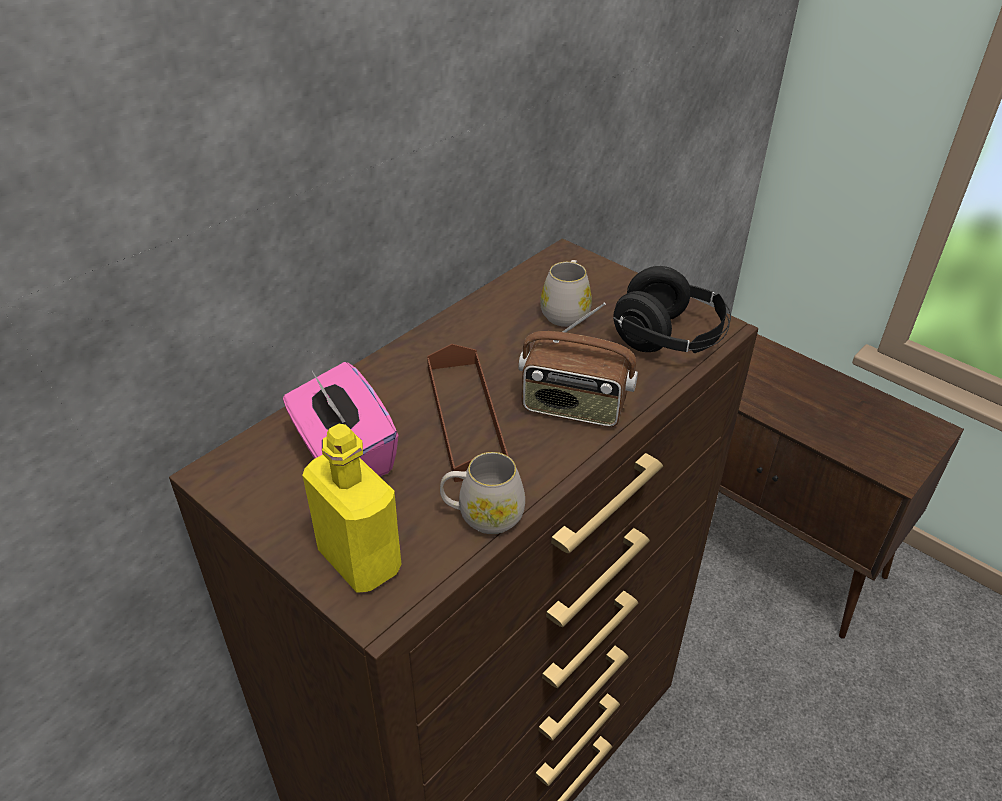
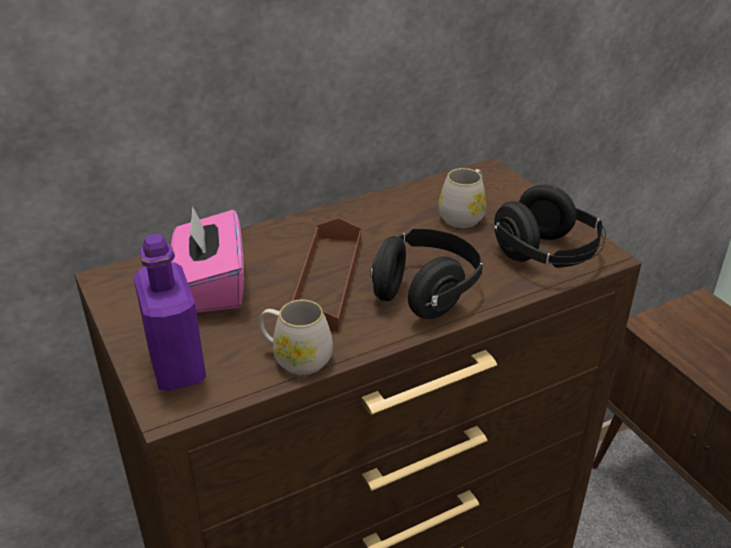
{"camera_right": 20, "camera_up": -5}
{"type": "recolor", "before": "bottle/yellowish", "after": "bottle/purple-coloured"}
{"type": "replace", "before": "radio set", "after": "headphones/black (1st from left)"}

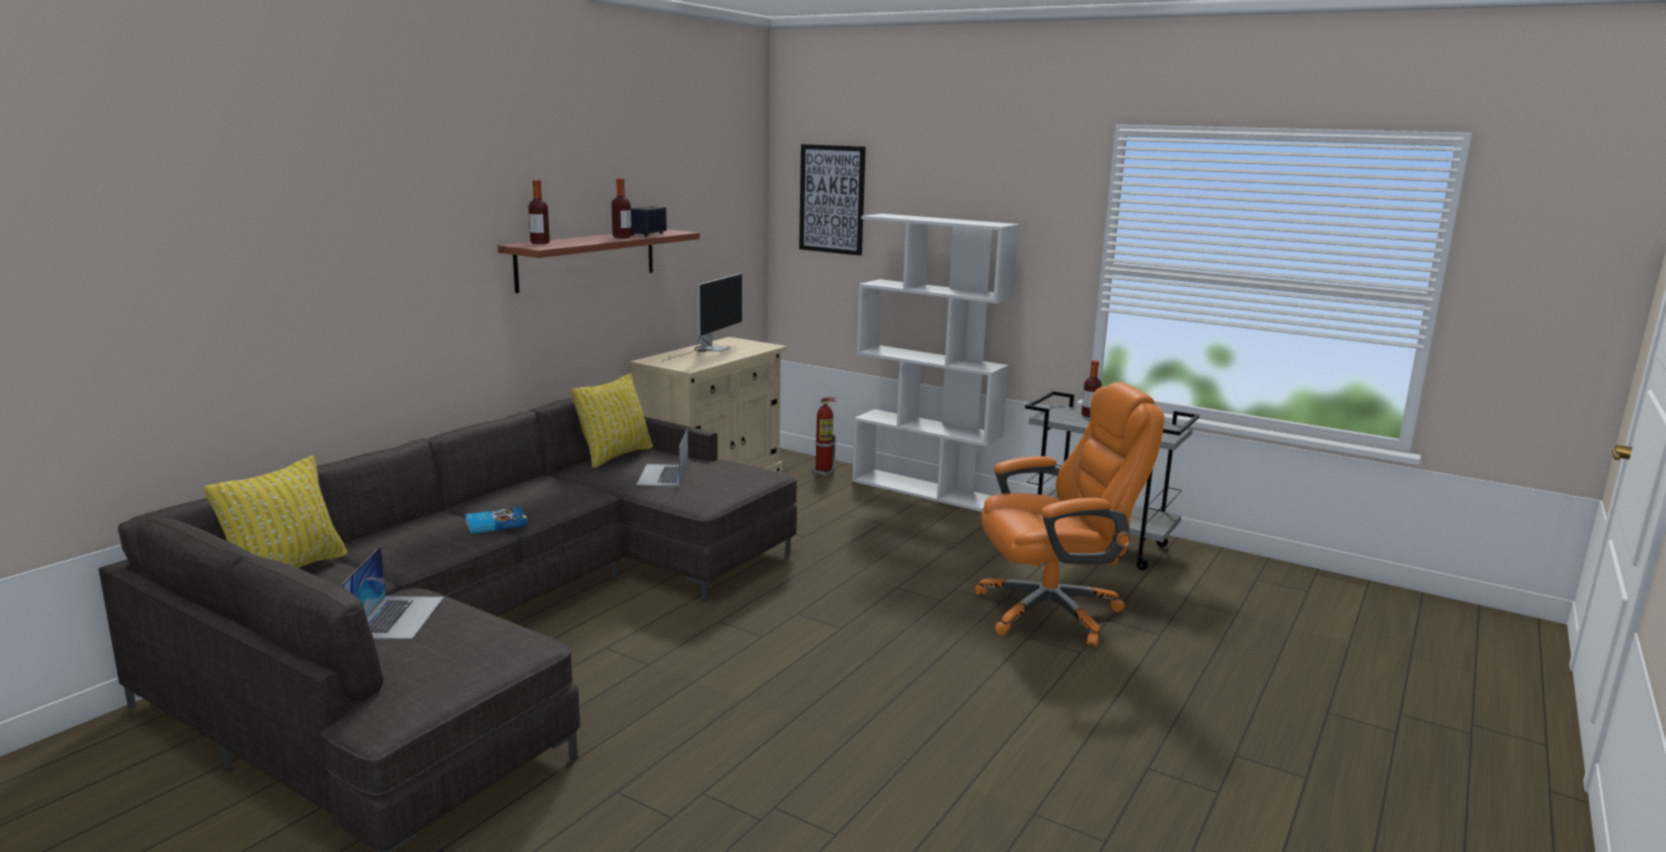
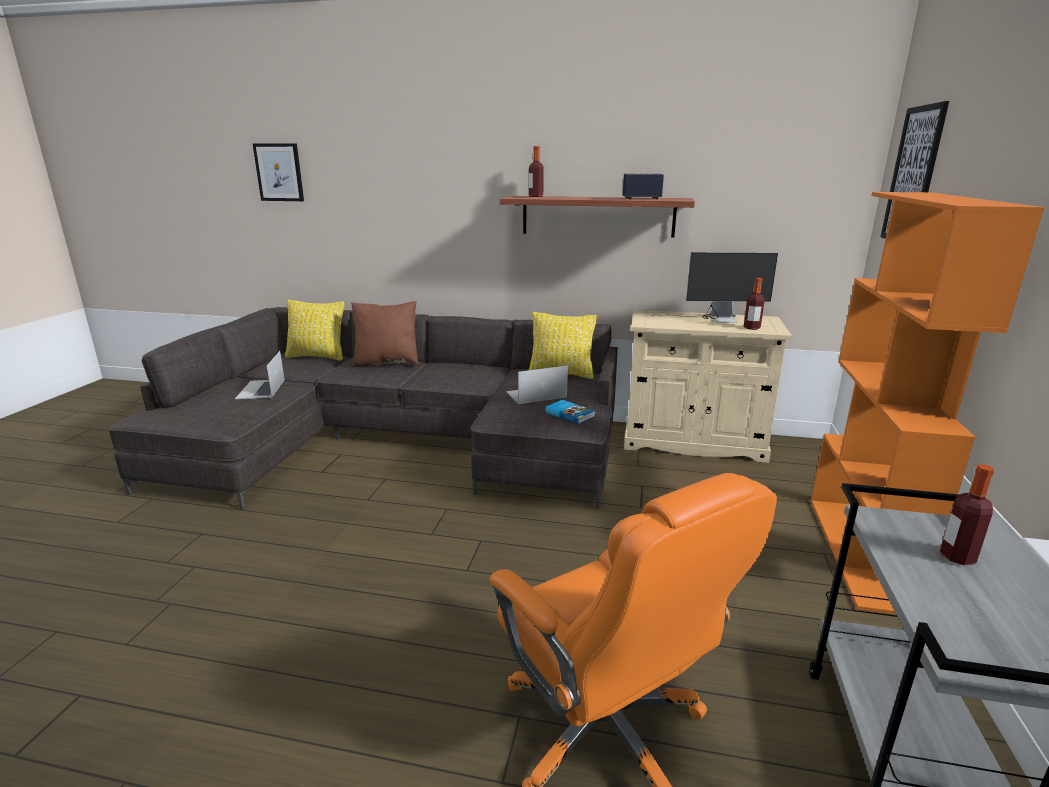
{"camera_right": 70, "camera_up": 5}
{"type": "rotate", "before": "portable computer (1st from left)", "turn": 105}
{"type": "insert", "after": "picture (1st from left)"}
{"type": "insert", "after": "cushion/brown-coloured"}
{"type": "move", "before": "bound book"}
{"type": "move", "before": "bottle (2nd from left)"}
{"type": "recolor", "before": "bookshelf/white", "after": "bookshelf/orange"}
{"type": "delete", "before": "extinguisher"}

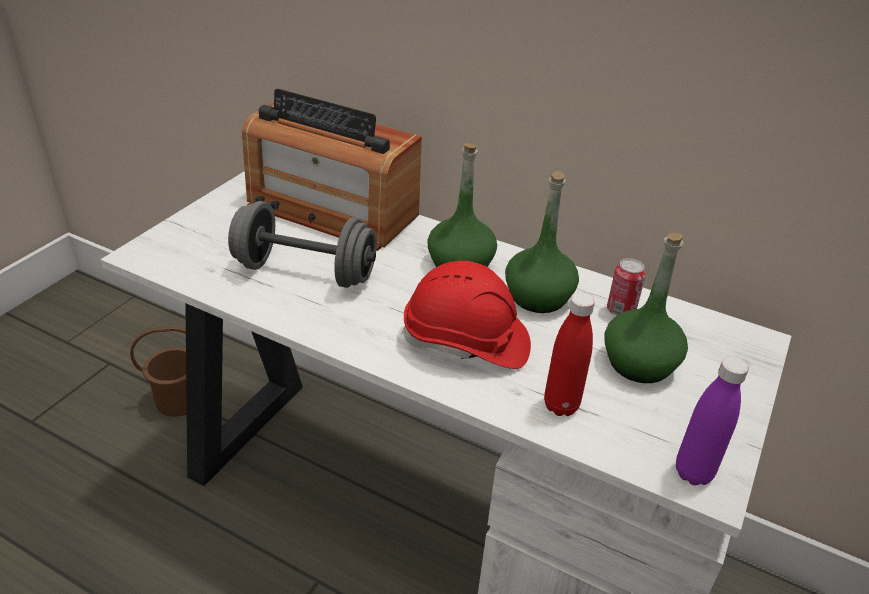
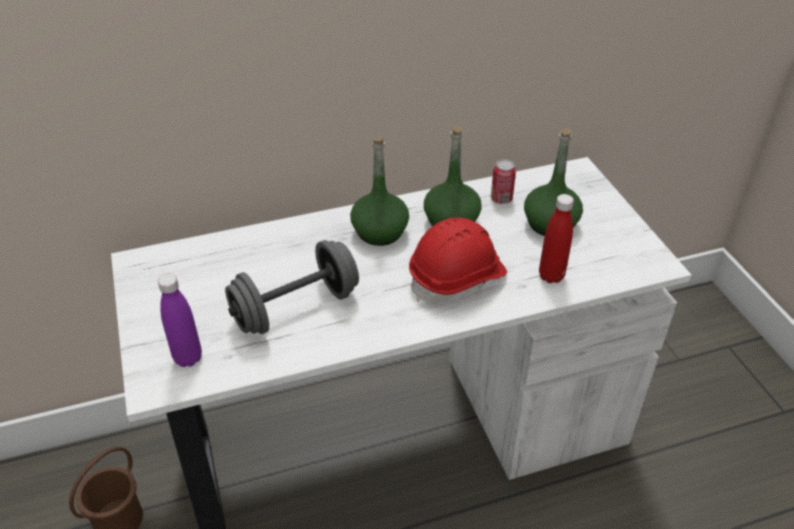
{"camera_right": -45, "camera_up": 5}
{"type": "move", "before": "bottle/purple-coloured"}
{"type": "delete", "before": "radio set"}

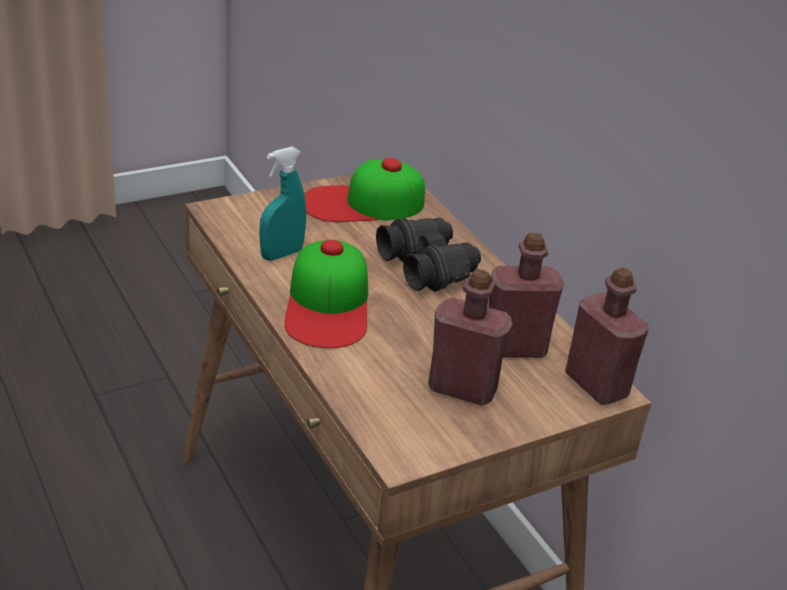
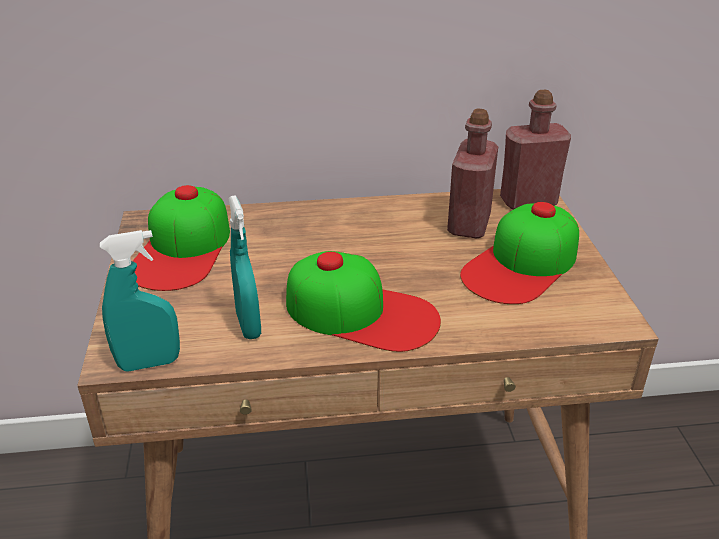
{"camera_right": -65, "camera_up": 0}
{"type": "insert", "after": "sprayer/turquoise-coloured (1st from left)"}
{"type": "replace", "before": "bottle/reddish (1st from left)", "after": "cap (3rd from left)"}
{"type": "delete", "before": "field glasses/black"}

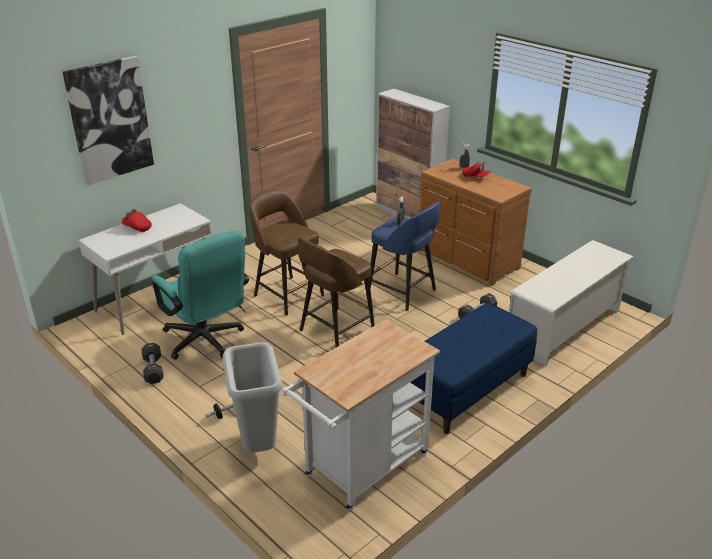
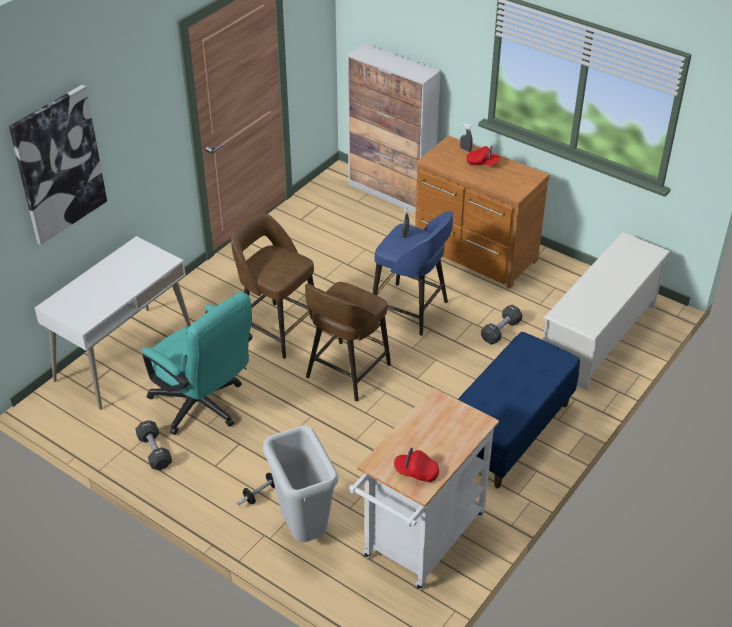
{"camera_right": -10, "camera_up": 10}
{"type": "move", "before": "cap/reddish (1st from left)"}

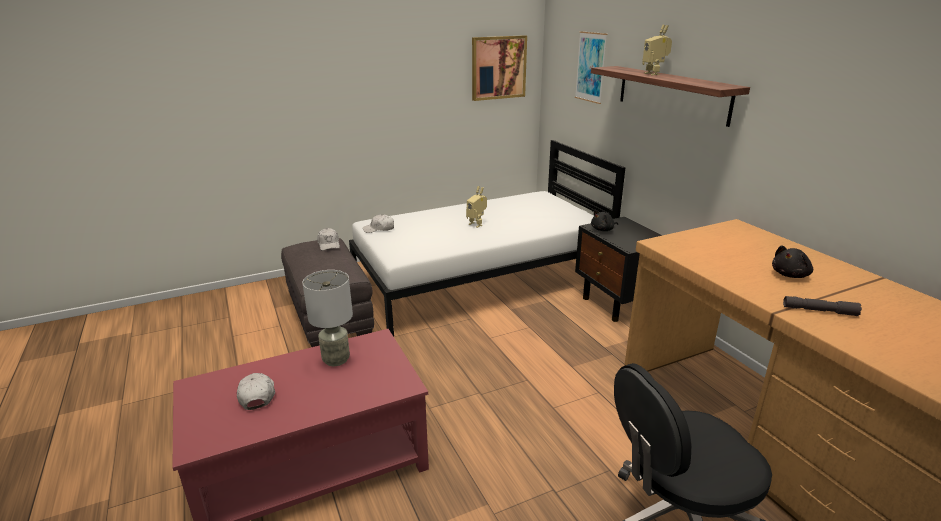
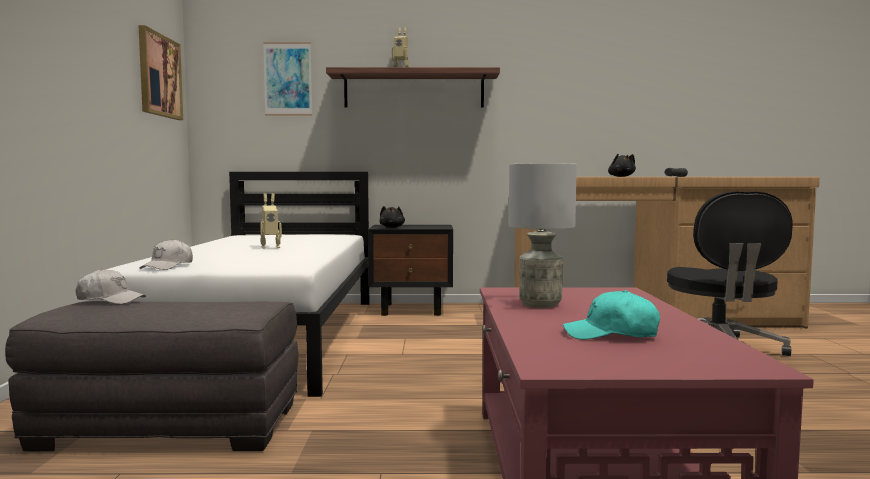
{"camera_right": -65, "camera_up": -20}
{"type": "recolor", "before": "cap/white (1st from left)", "after": "cap/turquoise-coloured"}

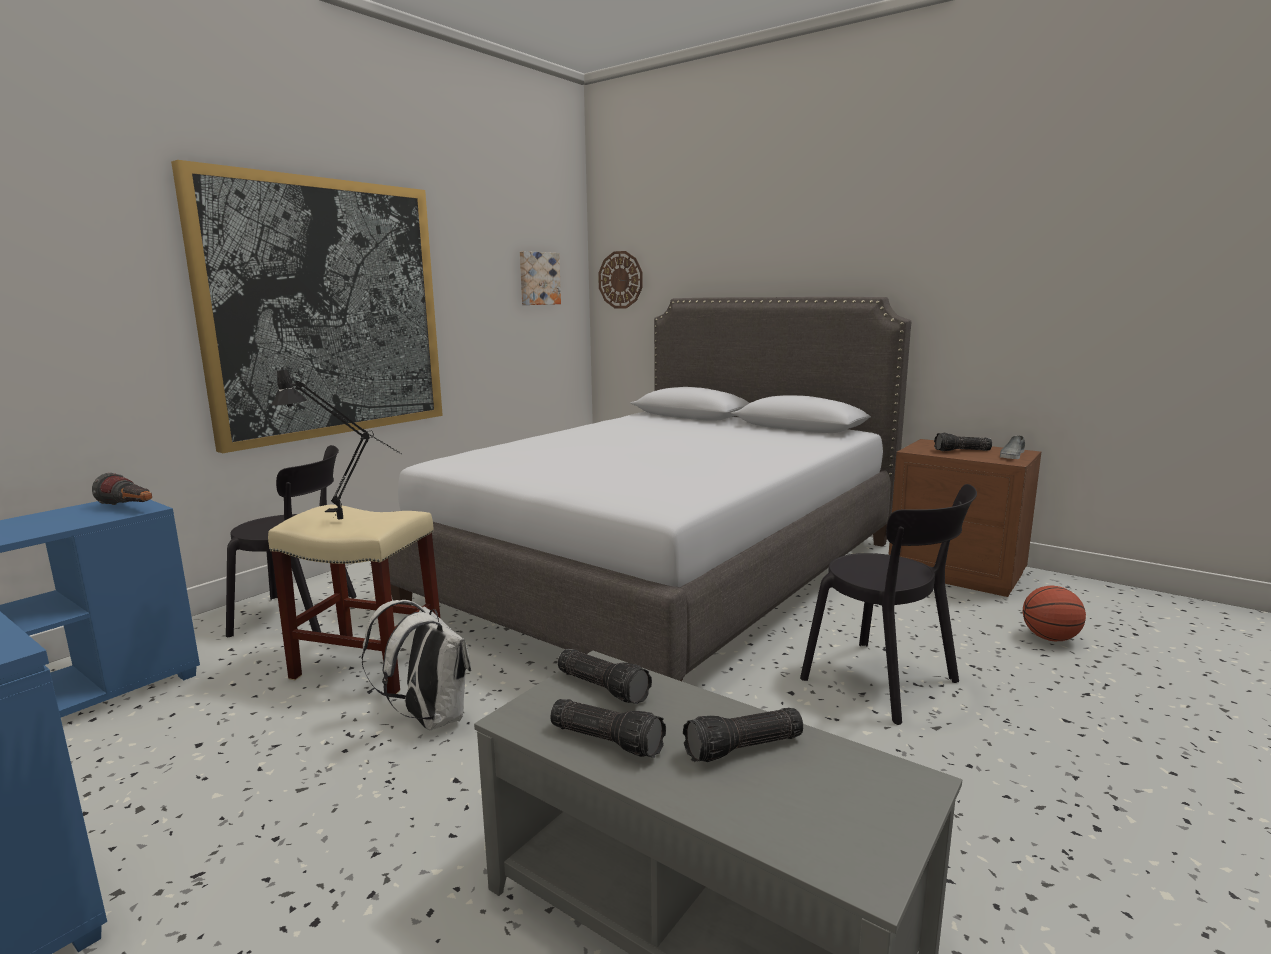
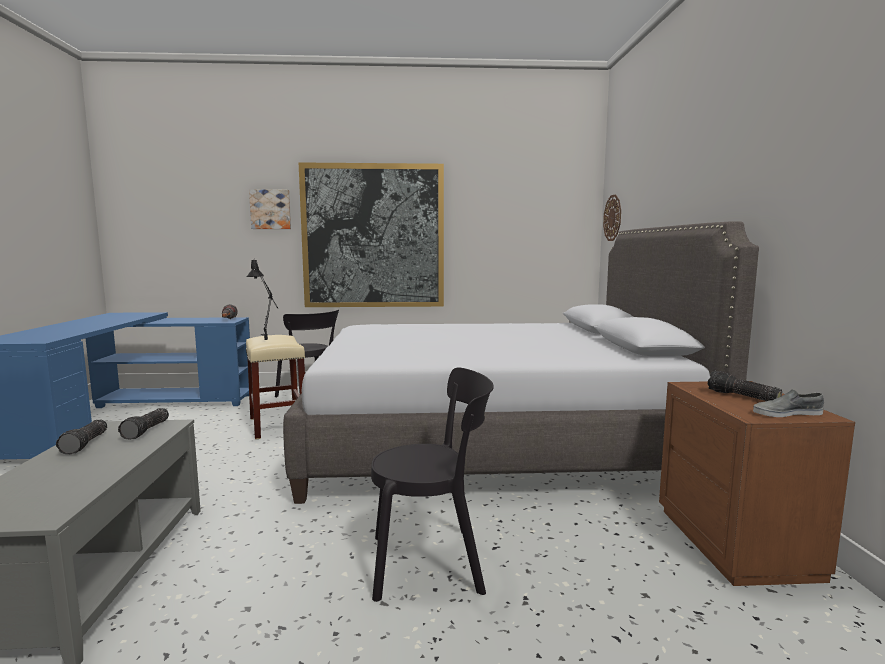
{"camera_right": 50, "camera_up": -5}
{"type": "move", "before": "picture (2nd from left in the first image)", "after": "picture (1st from left)"}
{"type": "rotate", "before": "upright chair/black (2nd from left)", "turn": -105}
{"type": "delete", "before": "backpack/white"}
{"type": "delete", "before": "torch (4th from left)"}
{"type": "delete", "before": "basketball ball"}

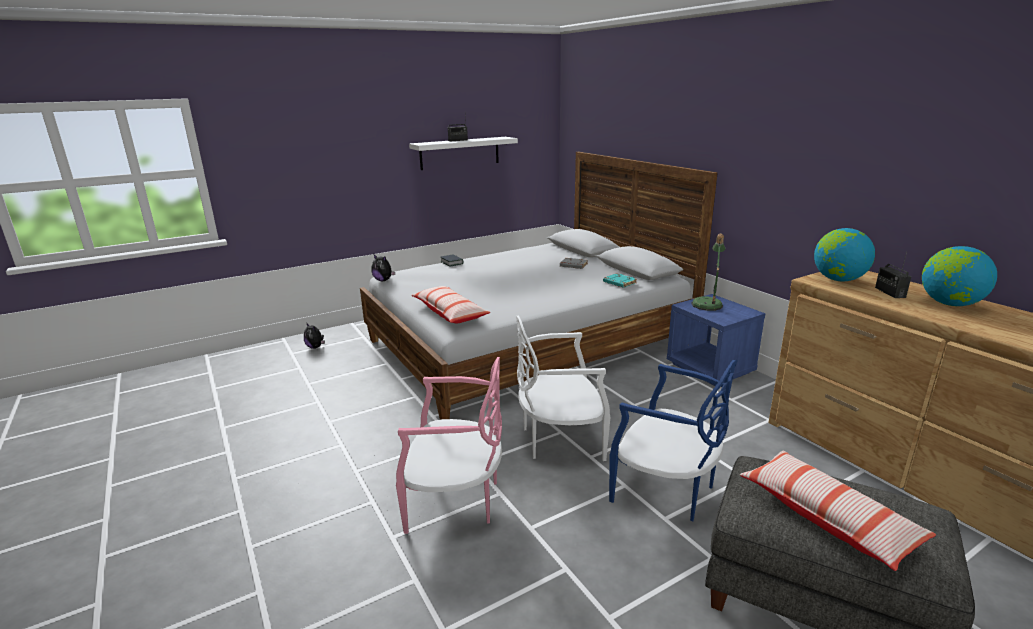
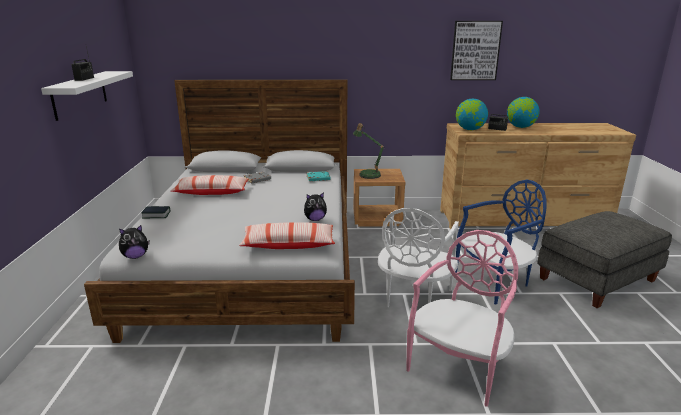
{"camera_right": -60, "camera_up": 0}
{"type": "move", "before": "cushion (2nd from left in the first image)", "after": "cushion (1st from left)"}
{"type": "move", "before": "plush toy (1st from left in the first image)", "after": "plush toy (2nd from left)"}
{"type": "recolor", "before": "bedside table/bluish", "after": "bedside table/brown-coloured"}
{"type": "insert", "after": "picture"}

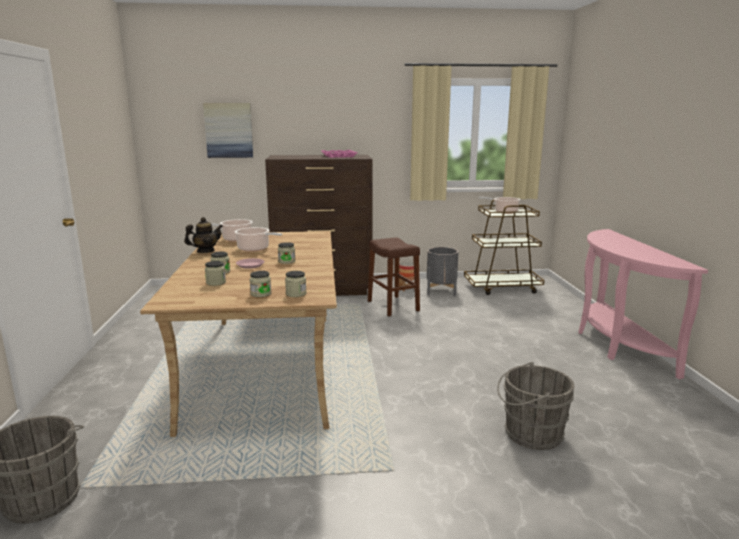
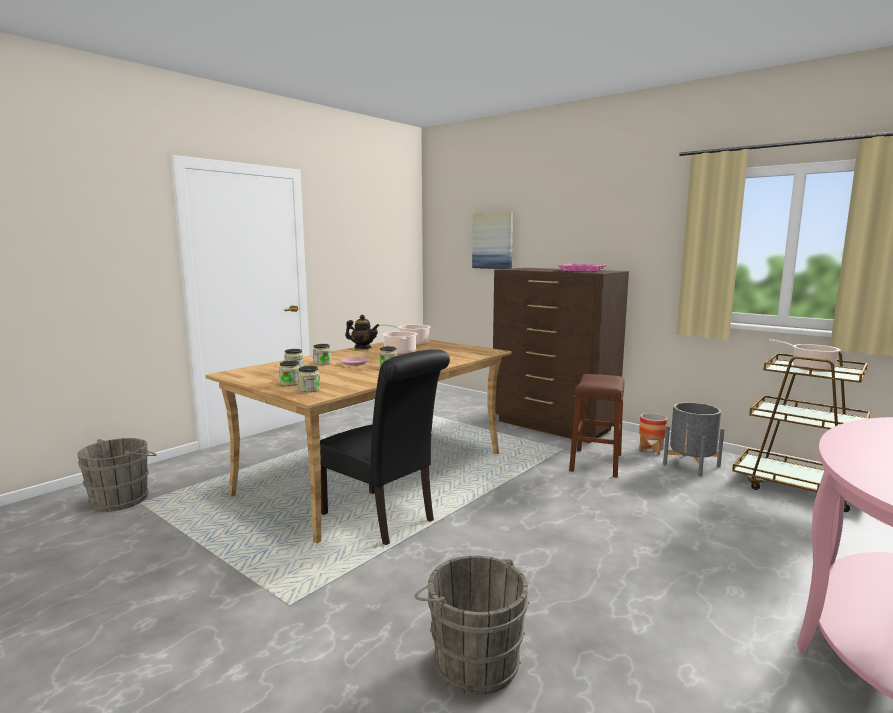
{"camera_right": 45, "camera_up": -5}
{"type": "insert", "after": "upright chair/black"}

